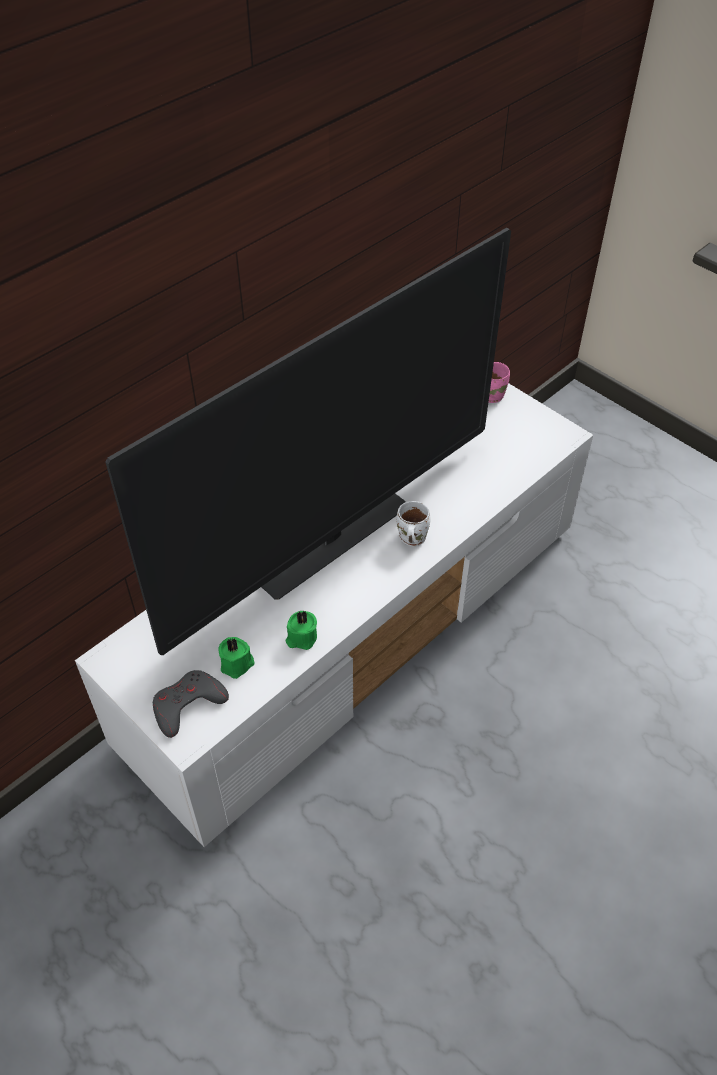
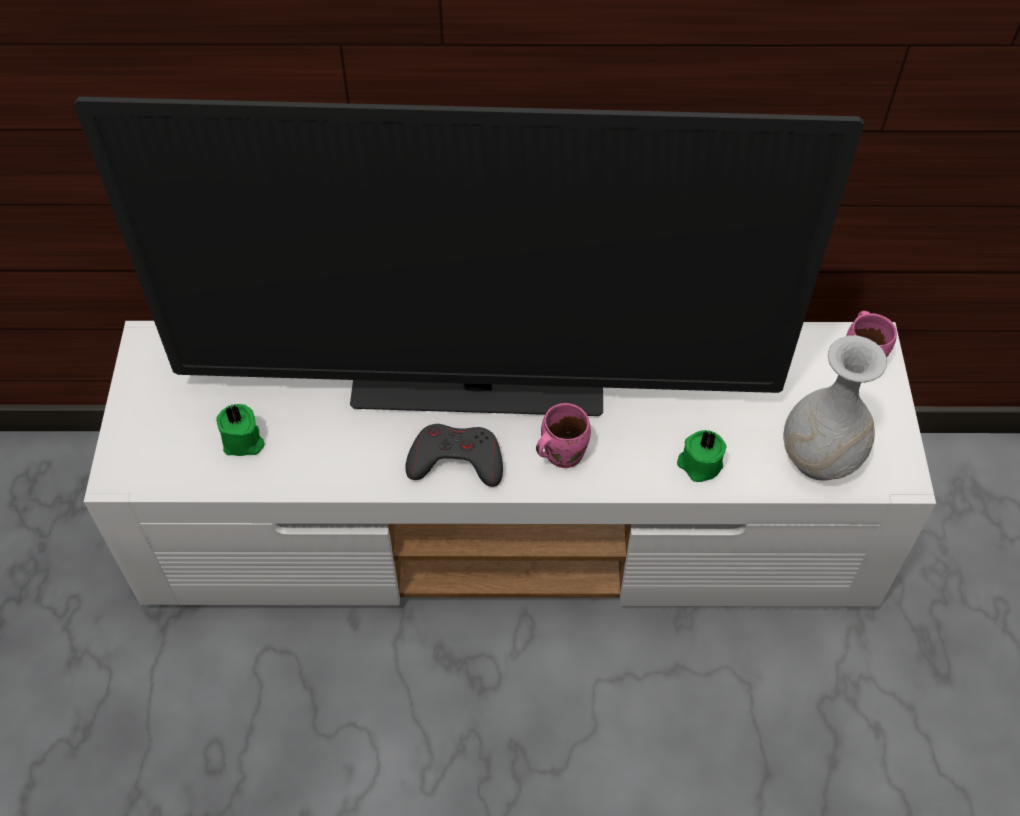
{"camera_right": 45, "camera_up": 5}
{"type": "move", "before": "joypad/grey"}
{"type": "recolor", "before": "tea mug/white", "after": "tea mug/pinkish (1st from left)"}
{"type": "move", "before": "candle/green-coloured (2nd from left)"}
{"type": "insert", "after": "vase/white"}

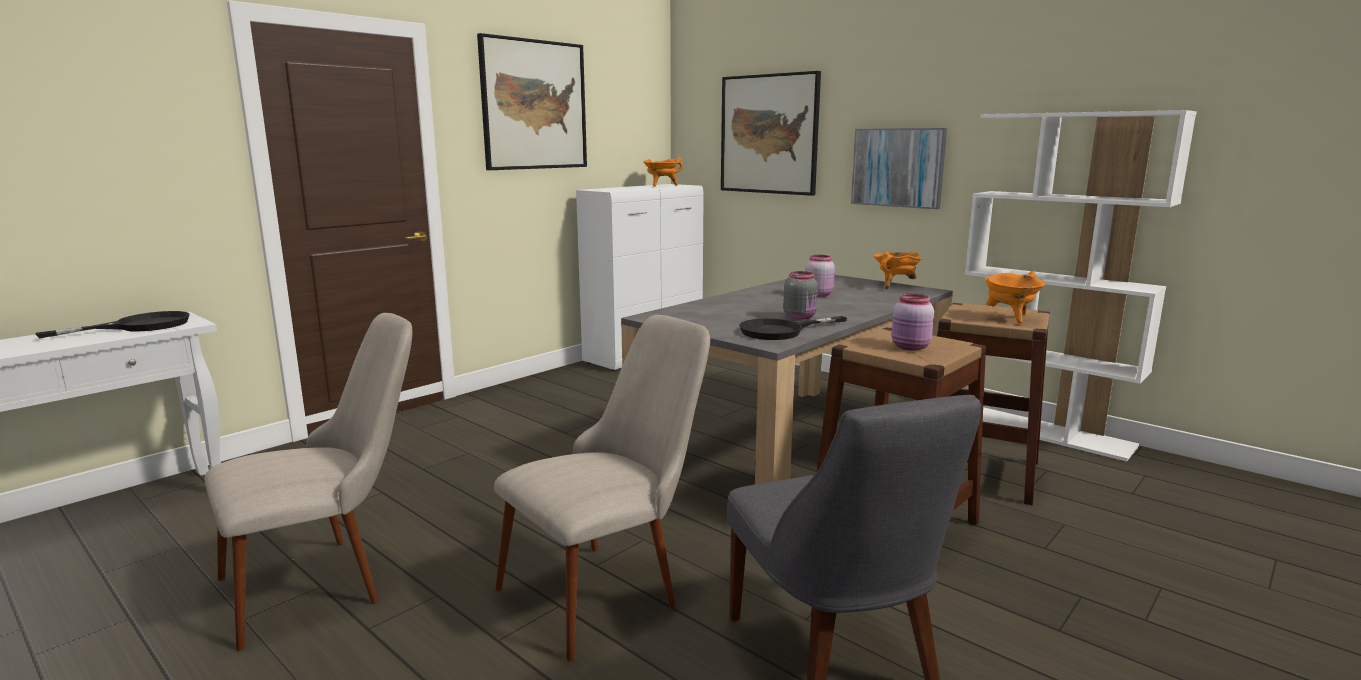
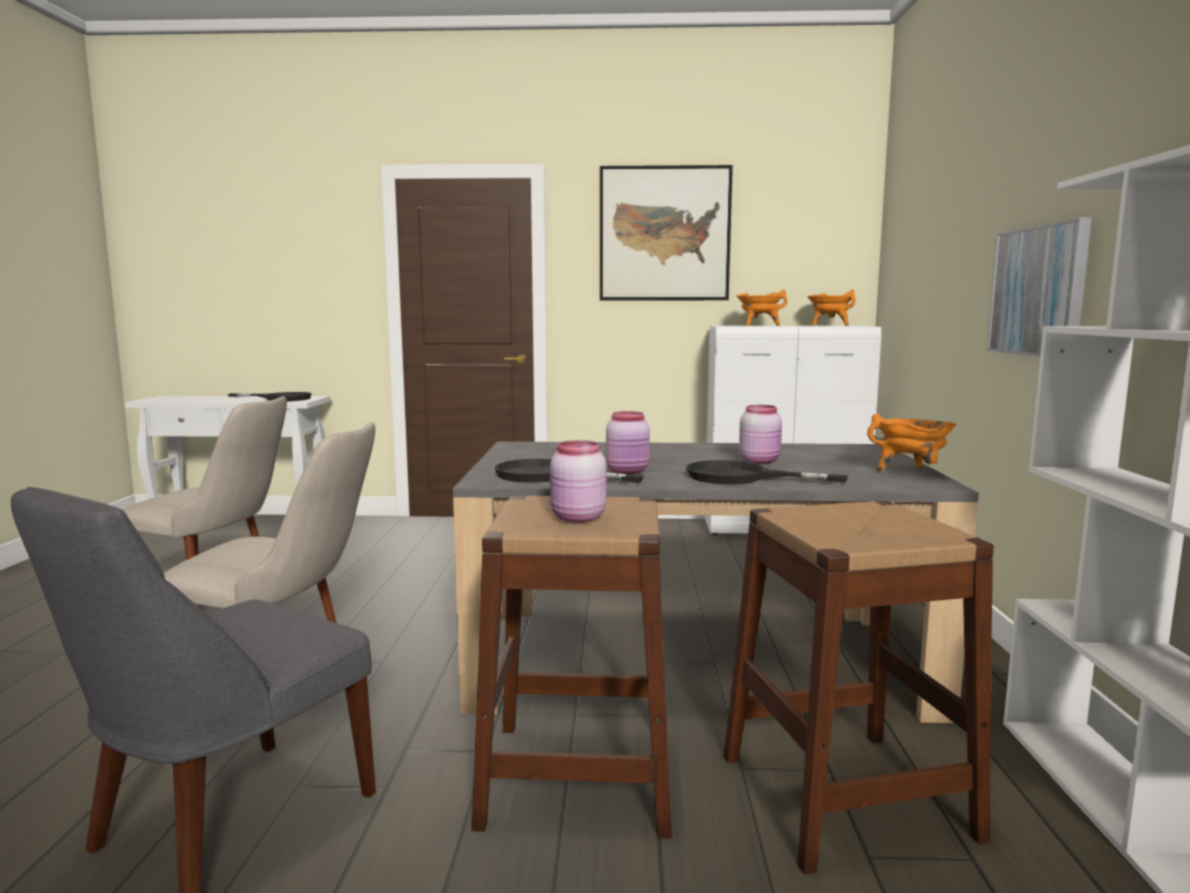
{"camera_right": 50, "camera_up": -5}
{"type": "recolor", "before": "preserve jar/grey", "after": "preserve jar/pinkish (2nd from left)"}
{"type": "insert", "after": "frying pan/black (3rd from left)"}
{"type": "move", "before": "saucepot/orange (3rd from left in the first image)", "after": "saucepot/orange (1st from left)"}
{"type": "delete", "before": "picture (2nd from left)"}

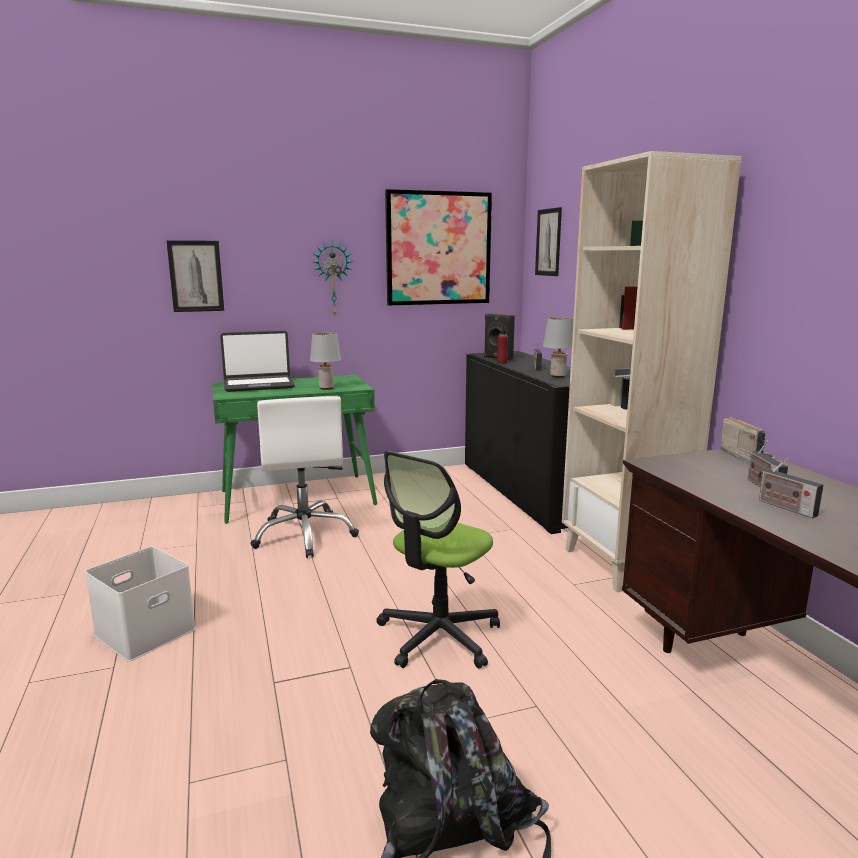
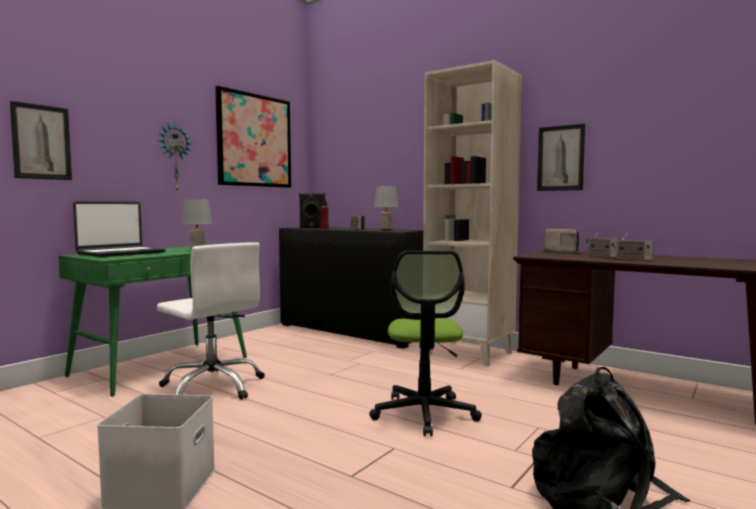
{"camera_right": -35, "camera_up": -10}
{"type": "move", "before": "picture (3rd from left)"}

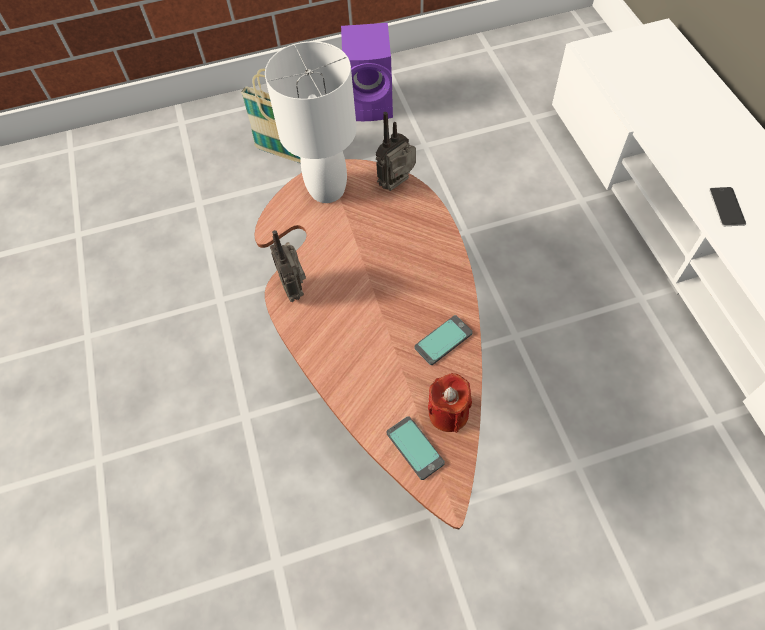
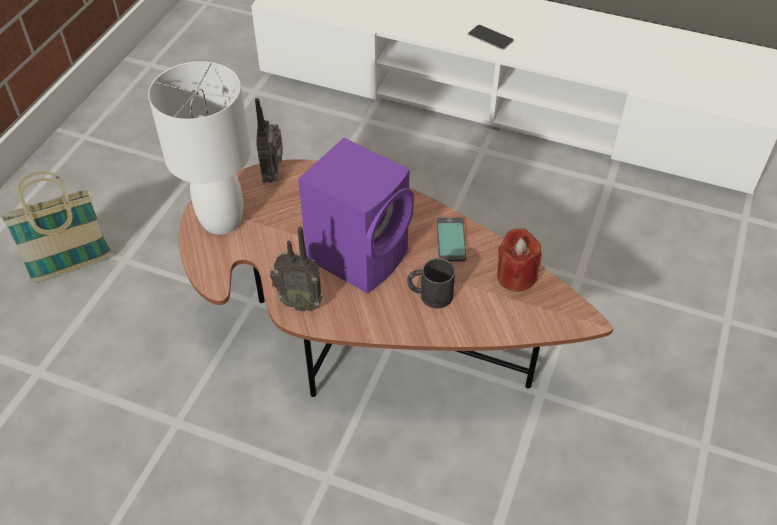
{"camera_right": -55, "camera_up": -10}
{"type": "move", "before": "loudspeaker/purple-coloured"}
{"type": "insert", "after": "tea mug/black"}
{"type": "delete", "before": "telephone (1st from left)"}

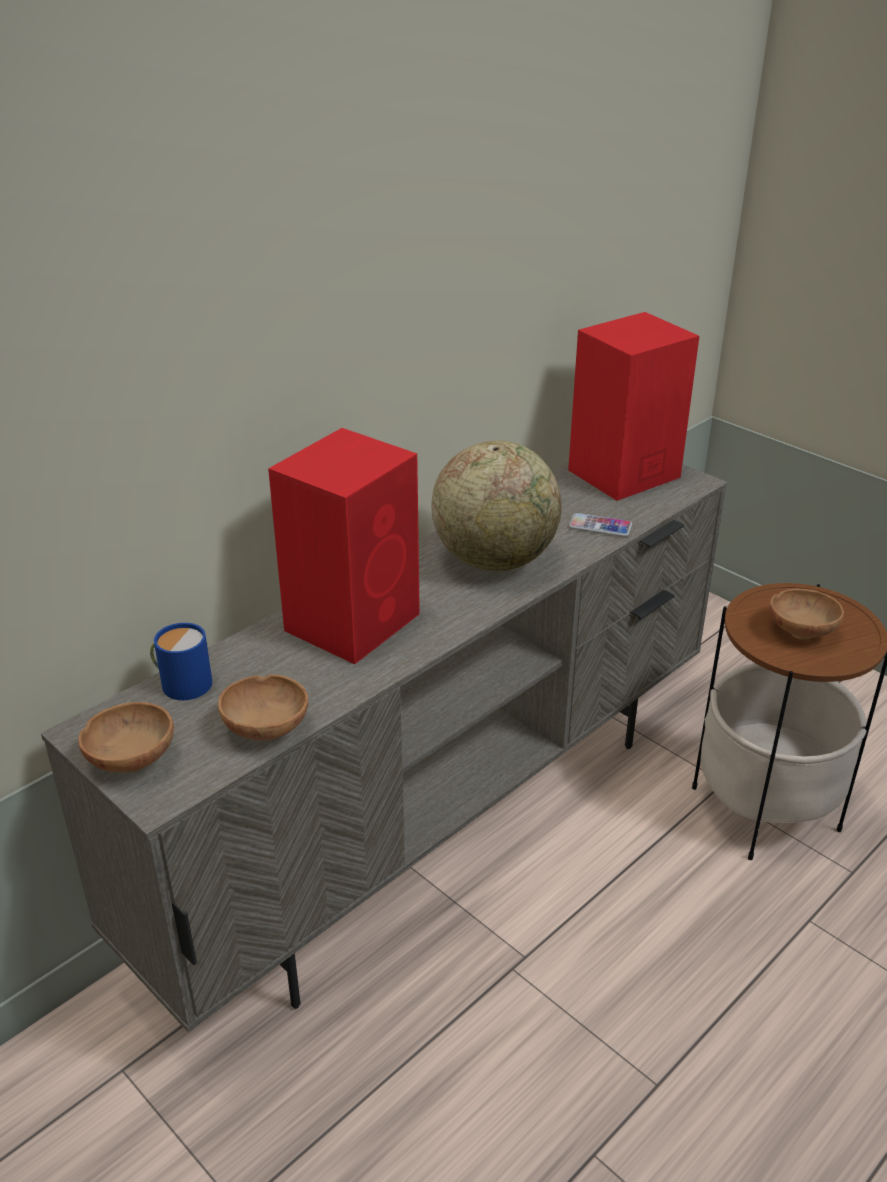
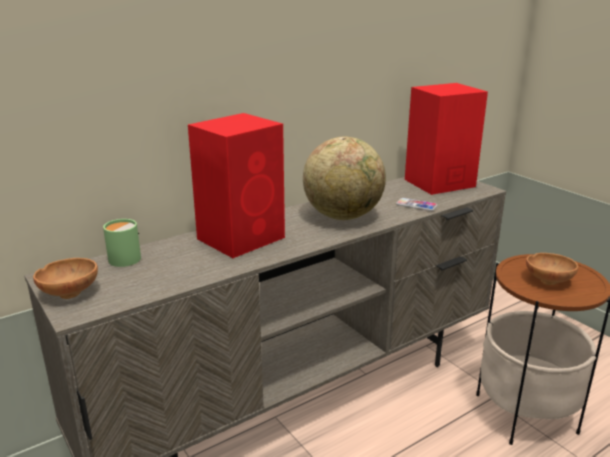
{"camera_right": 10, "camera_up": -10}
{"type": "recolor", "before": "tea mug/bluish", "after": "tea mug/green-coloured"}
{"type": "delete", "before": "bowl/brown-coloured (2nd from left)"}

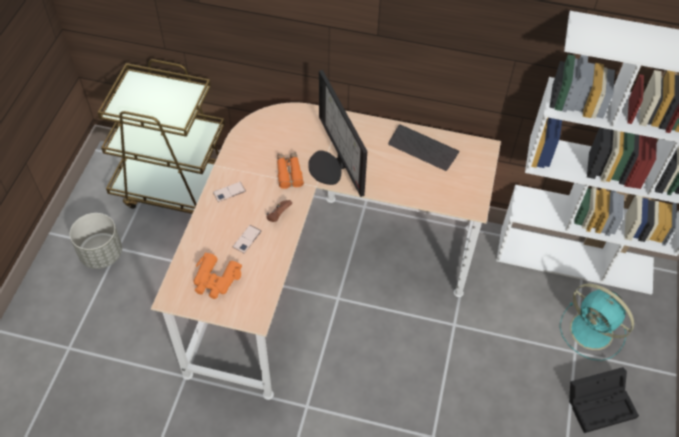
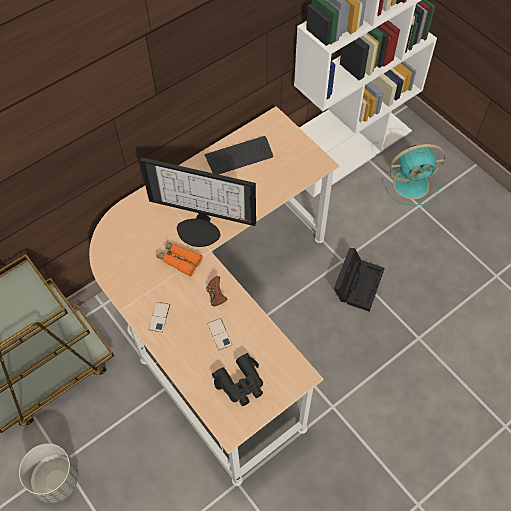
{"camera_right": -50, "camera_up": 5}
{"type": "recolor", "before": "field glasses/orange (1st from left)", "after": "field glasses/black"}
{"type": "move", "before": "storage container/black"}

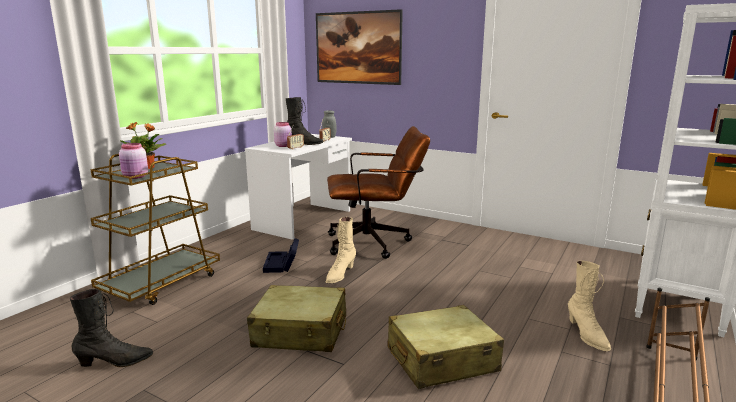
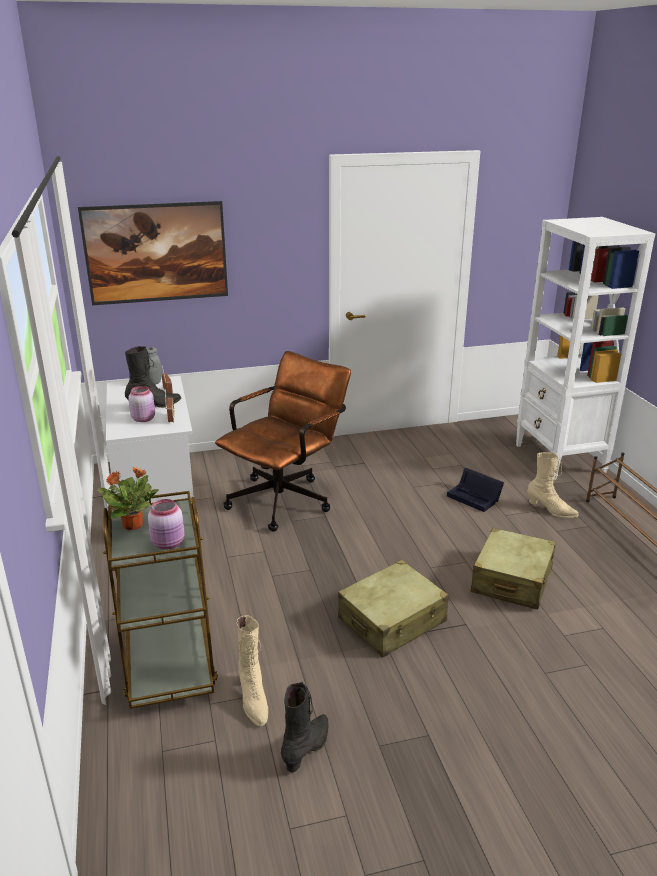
{"camera_right": -45, "camera_up": 10}
{"type": "move", "before": "tall boot/beige (1st from left)"}
{"type": "move", "before": "storage container/black"}

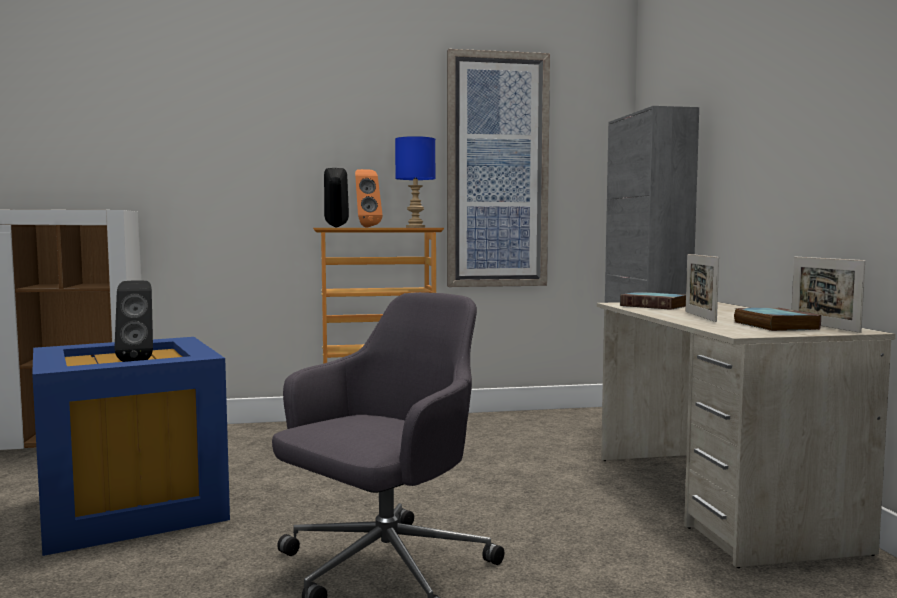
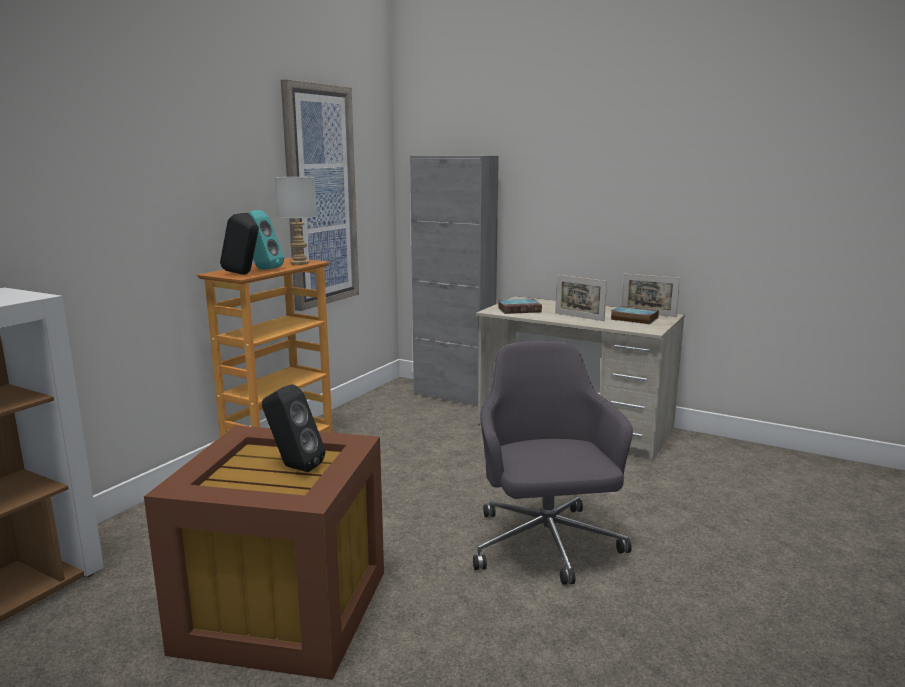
{"camera_right": -50, "camera_up": 10}
{"type": "recolor", "before": "storage container/bluish", "after": "storage container/brown-coloured"}
{"type": "recolor", "before": "loudspeaker/orange", "after": "loudspeaker/turquoise-coloured"}
{"type": "recolor", "before": "lamp for a table/bluish", "after": "lamp for a table/grey"}

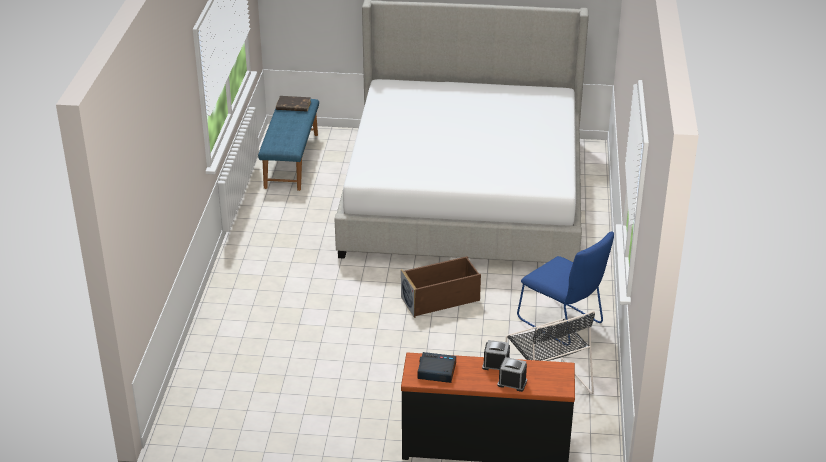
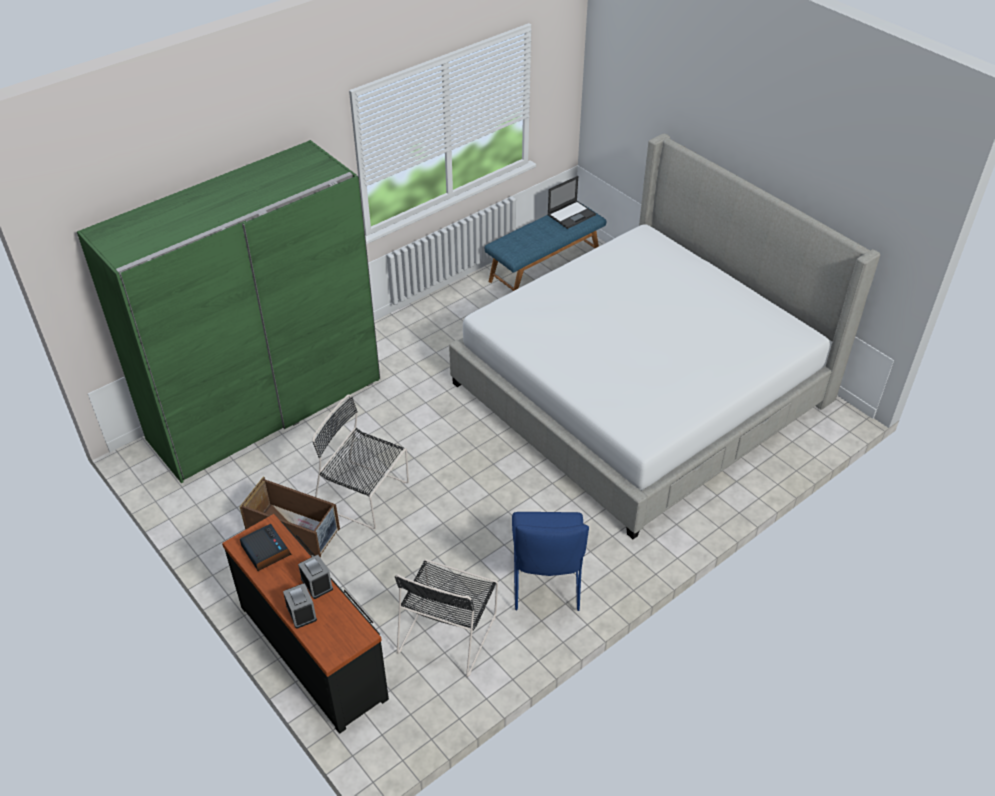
{"camera_right": 45, "camera_up": 10}
{"type": "insert", "after": "clothes cupboard/green-coloured"}
{"type": "move", "before": "storage container/brown-coloured"}
{"type": "insert", "after": "upright chair/black (1st from left)"}
{"type": "replace", "before": "bound book/brown-coloured", "after": "portable computer"}

